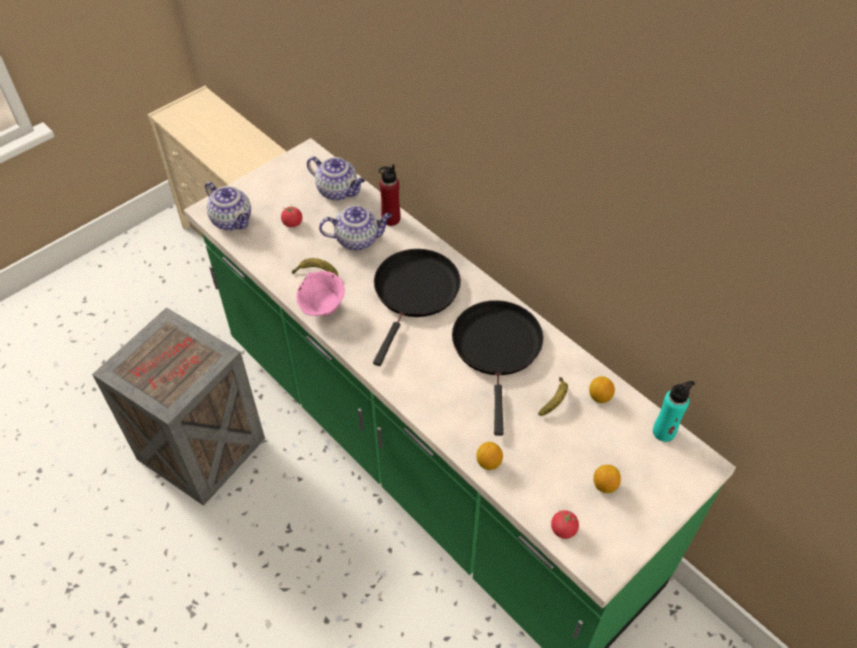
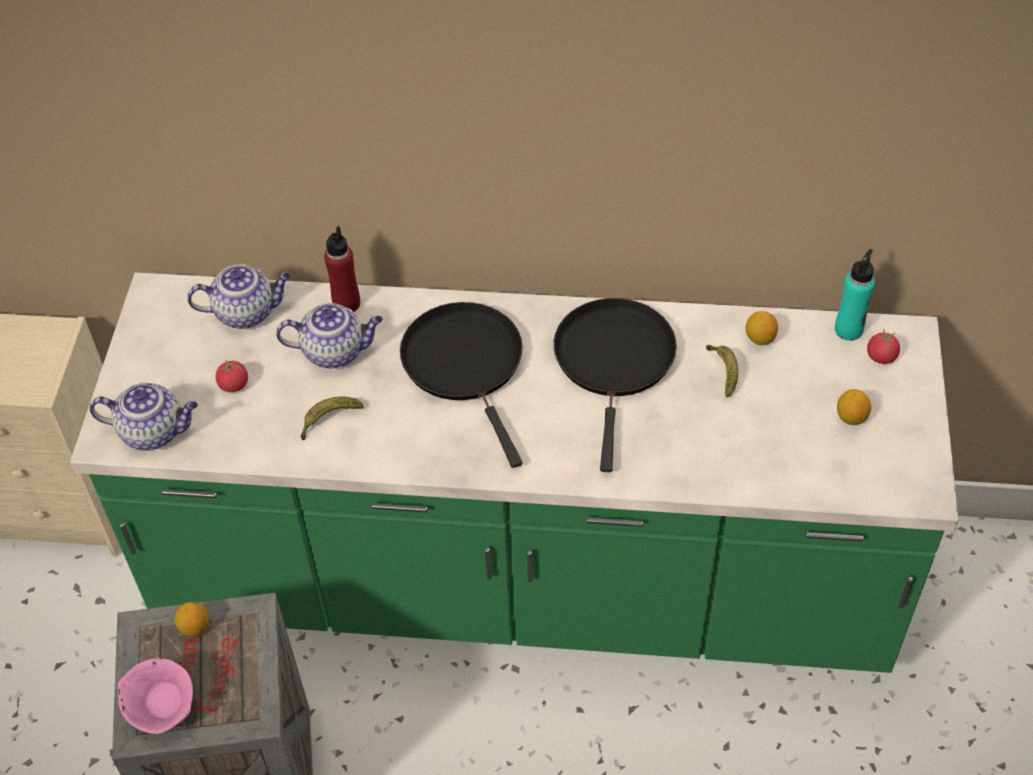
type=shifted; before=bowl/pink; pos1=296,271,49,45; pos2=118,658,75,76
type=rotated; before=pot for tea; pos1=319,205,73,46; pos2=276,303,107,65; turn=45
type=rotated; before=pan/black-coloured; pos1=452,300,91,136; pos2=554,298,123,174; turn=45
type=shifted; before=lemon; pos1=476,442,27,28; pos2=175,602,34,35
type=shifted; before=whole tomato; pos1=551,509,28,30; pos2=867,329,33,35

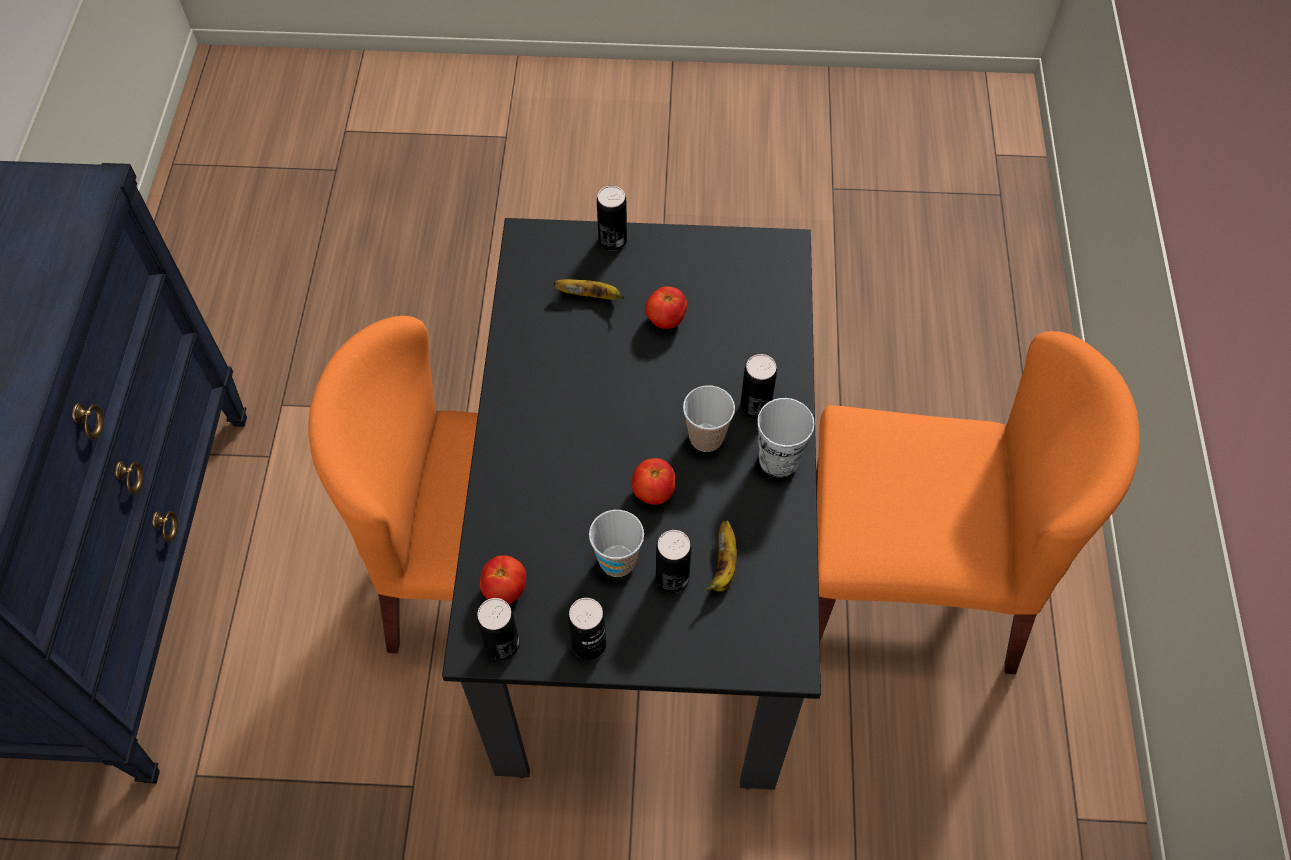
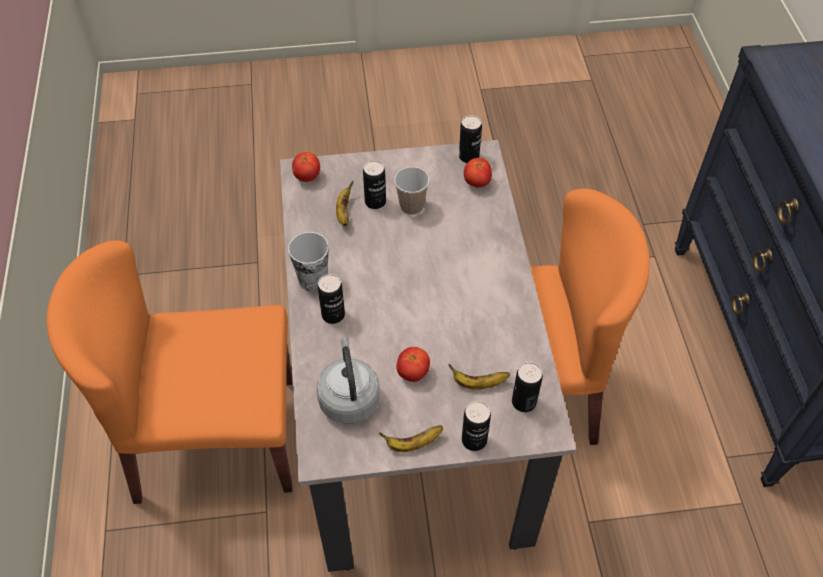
type=repainted; before=dining table/black-coloured; after=dining table/sand-coloured; pos1=442,218,379,572; pos2=280,140,297,432
type=shifted; before=can; pos1=568,598,38,62; pos2=512,362,31,50
type=shifted; before=whole tomato; pos1=632,458,43,47; pos2=292,152,28,30
type=gone; before=small cup; pos1=683,385,52,67
type=new; after=tea kettle/greyish; pos2=317,337,63,87
type=new; after=banana fruit; pos2=379,425,64,27

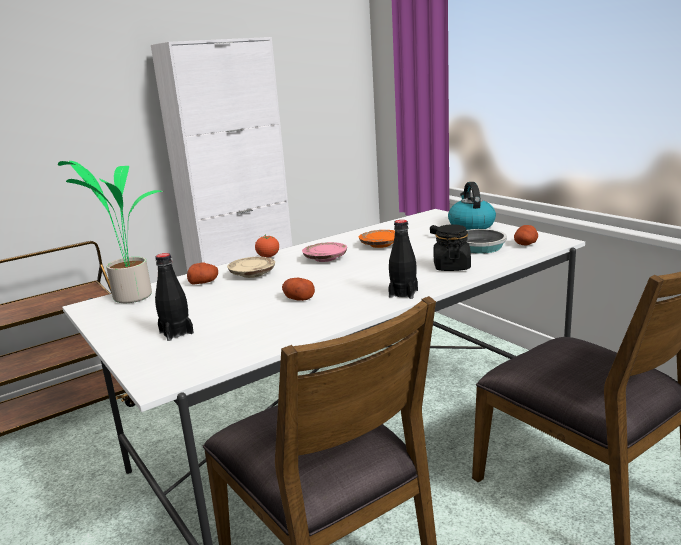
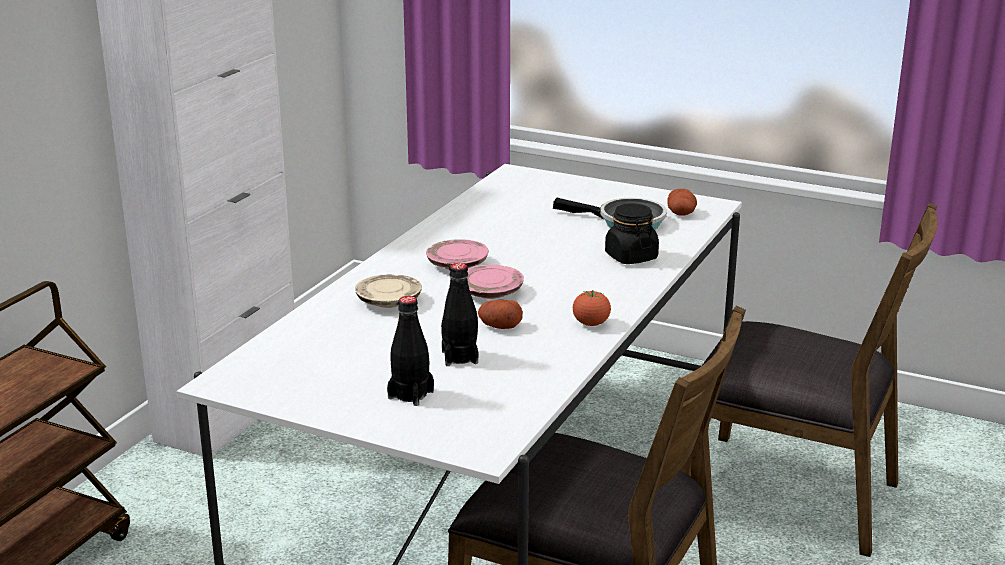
type=gone; before=plant in a pot; pos1=58,161,106,142
type=gone; before=spud; pos1=187,262,31,22
type=shifted; before=whole tomato; pos1=255,235,24,23; pos2=573,290,38,36
type=gone; before=flat dish/orange; pos1=359,230,36,18
type=shifted; before=bottle/black-coloured; pos1=388,220,30,79; pos2=441,263,37,103
type=gone; before=tea kettle; pos1=448,182,48,48
type=new; after=flat dish/pink; pos2=467,265,57,34

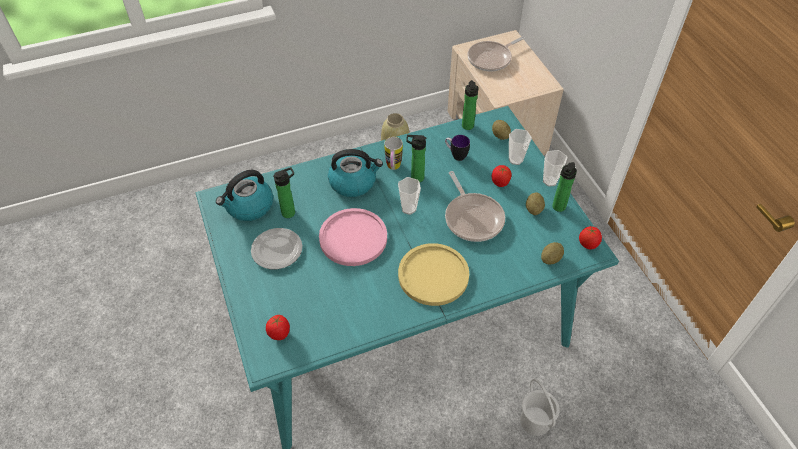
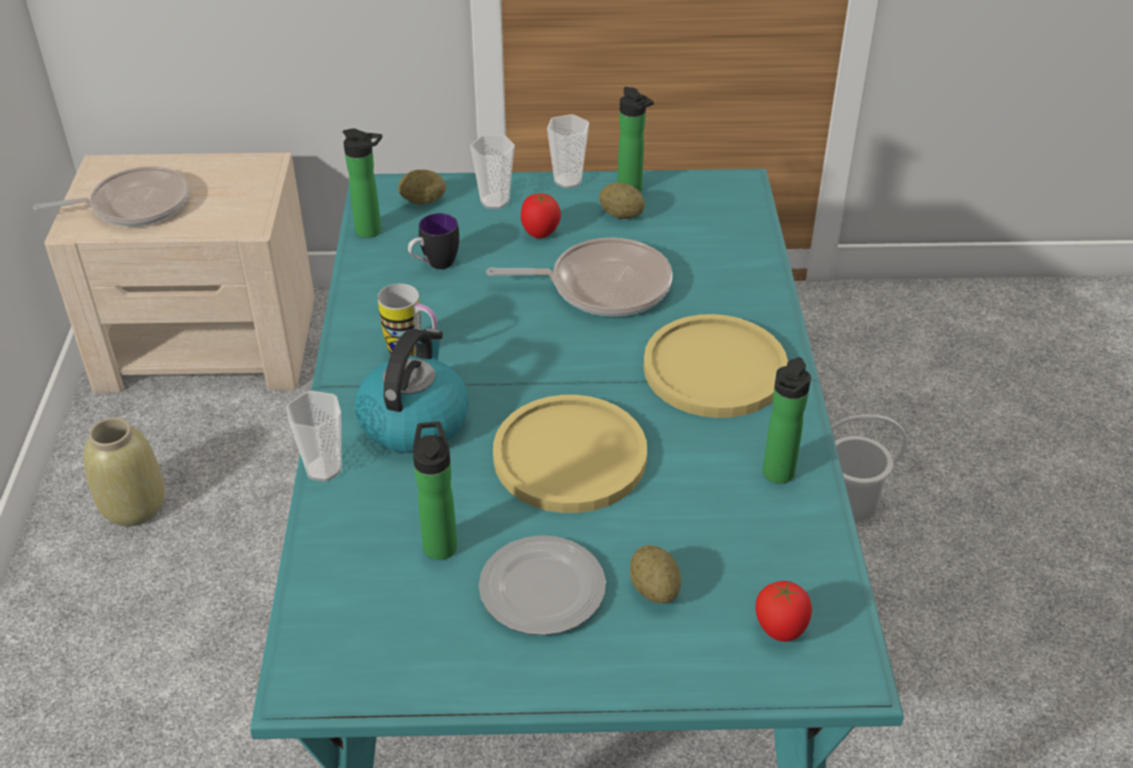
type=gone; before=tea kettle; pos1=216,170,57,51
type=repainted; before=flat dish/pink; after=flat dish/yellow-coloured; pos1=319,208,68,58; pos2=493,395,154,118
type=shifted; before=small cup; pos1=398,177,23,38; pos2=286,391,55,91
type=shifted; before=bottle; pos1=406,135,21,47; pos2=763,357,48,127
type=rotated; before=pan; pos1=467,36,58,36; pos2=33,166,156,60; turn=-90
type=shifted; before=spud; pos1=541,242,23,23; pos2=630,545,51,59
type=gone; before=whole tomato; pos1=579,226,23,23

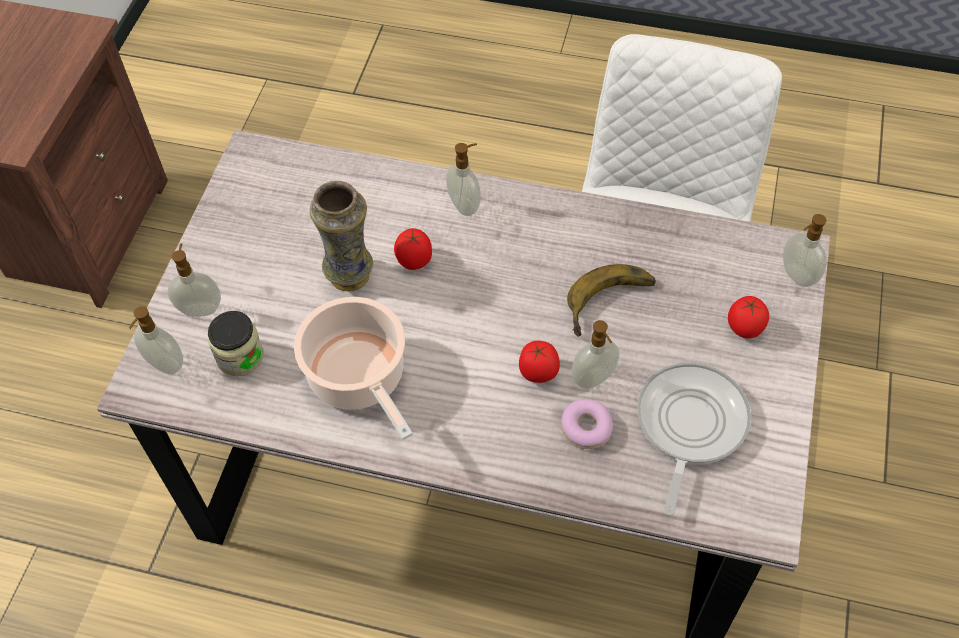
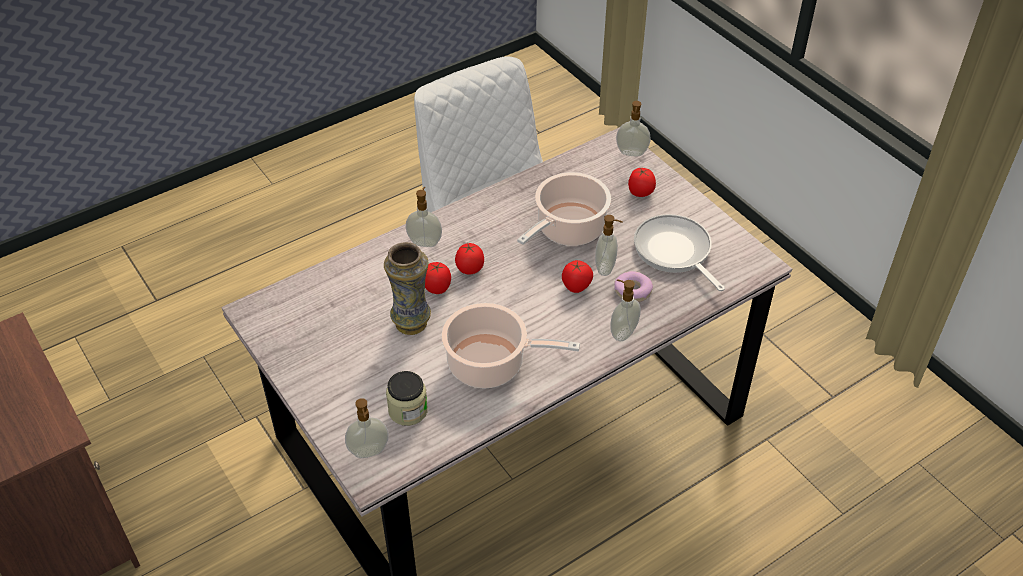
type=shifted; before=soap bottle; pos1=167,244,54,73; pos2=610,279,31,62
type=swapped; before=banana fruit; after=saucepot; pos1=567,264,89,73; pos2=517,172,94,74
type=new; after=whole tomato; pos2=455,242,29,32

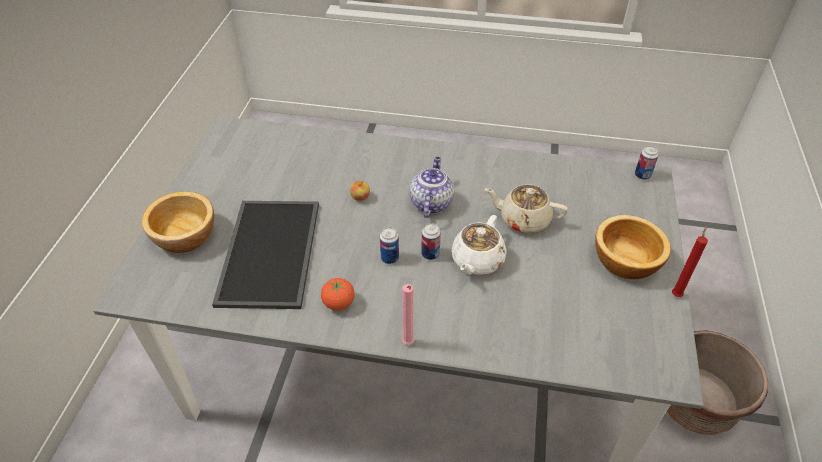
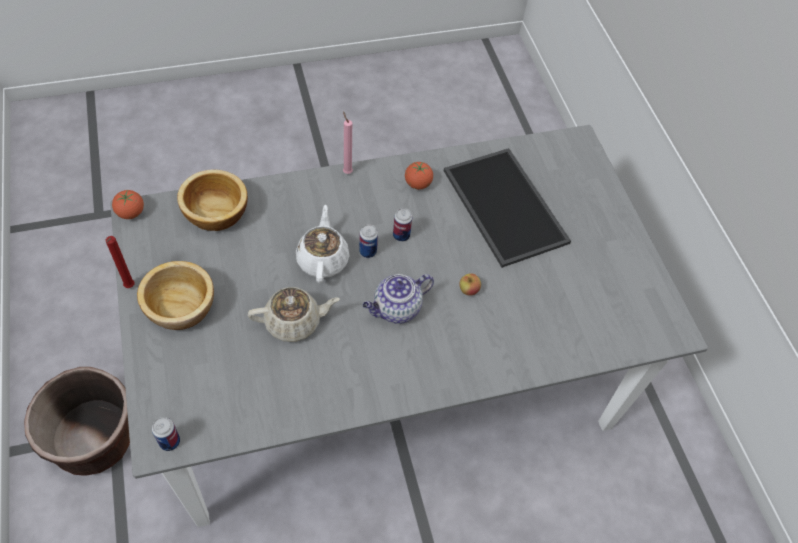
type=shifted; before=bowl; pos1=142,192,72,61; pos2=177,170,71,61
type=rotated; before=pot for tea; pos1=409,157,45,61; pos2=363,274,71,50; turn=75
type=new; after=whole tomato; pos2=112,190,32,29

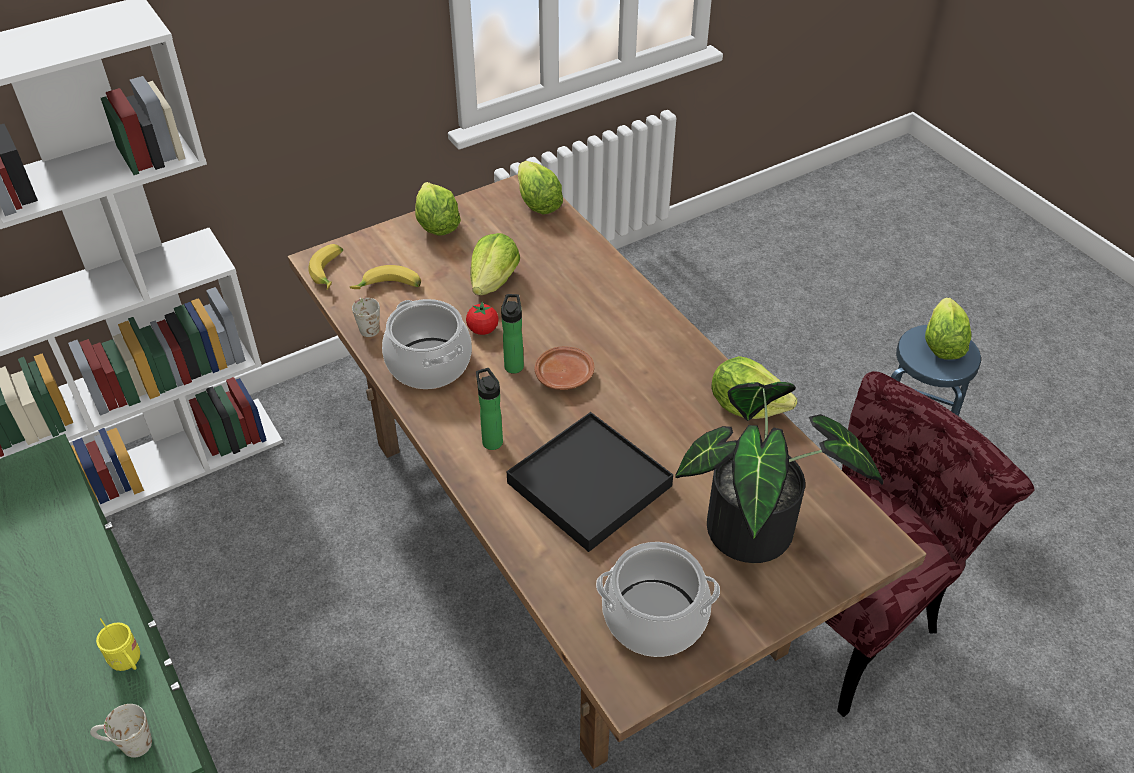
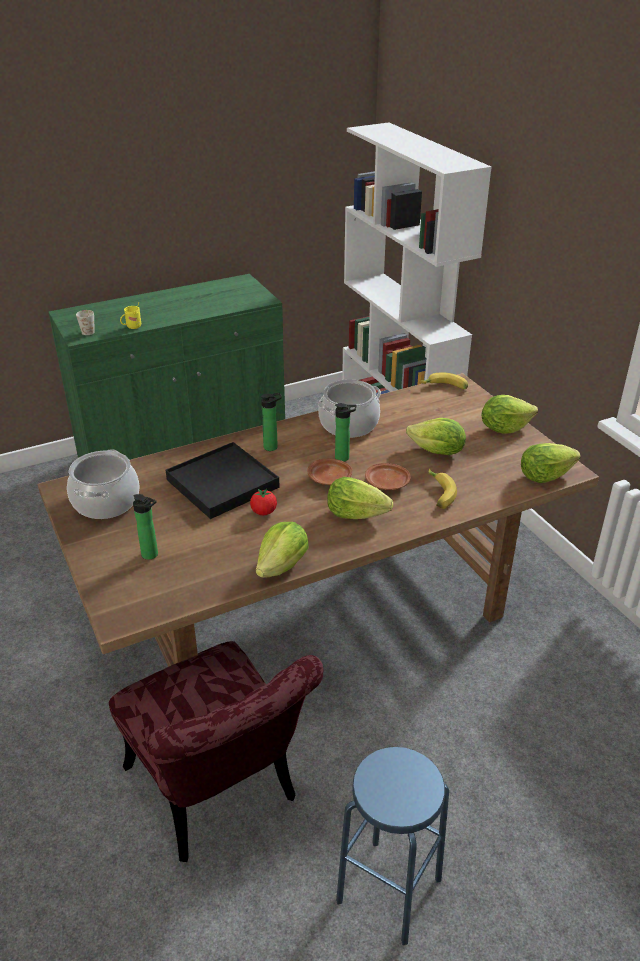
type=shifted; before=banana fruit; pos1=350,265,71,24; pos2=429,468,28,41
type=gone; before=tea mug/whitish; pos1=352,298,28,39
type=shifted; before=whole tomato; pos1=466,301,33,34; pos2=250,488,27,27
type=swapped; before=plant in a pot; after=bottle; pos1=675,382,208,181; pos2=133,494,25,66
type=shifted; before=head of lettuce; pos1=925,297,46,63; pos2=327,477,66,42
type=new; after=flat dish/brown; pos2=365,463,46,27

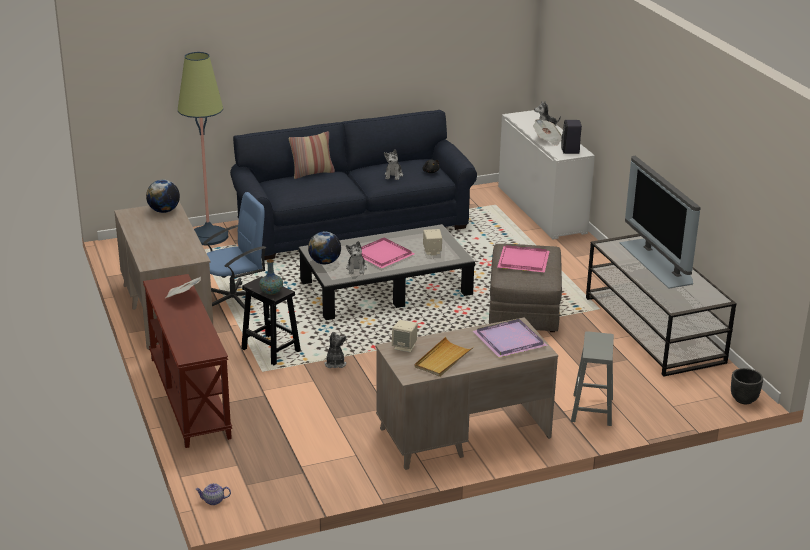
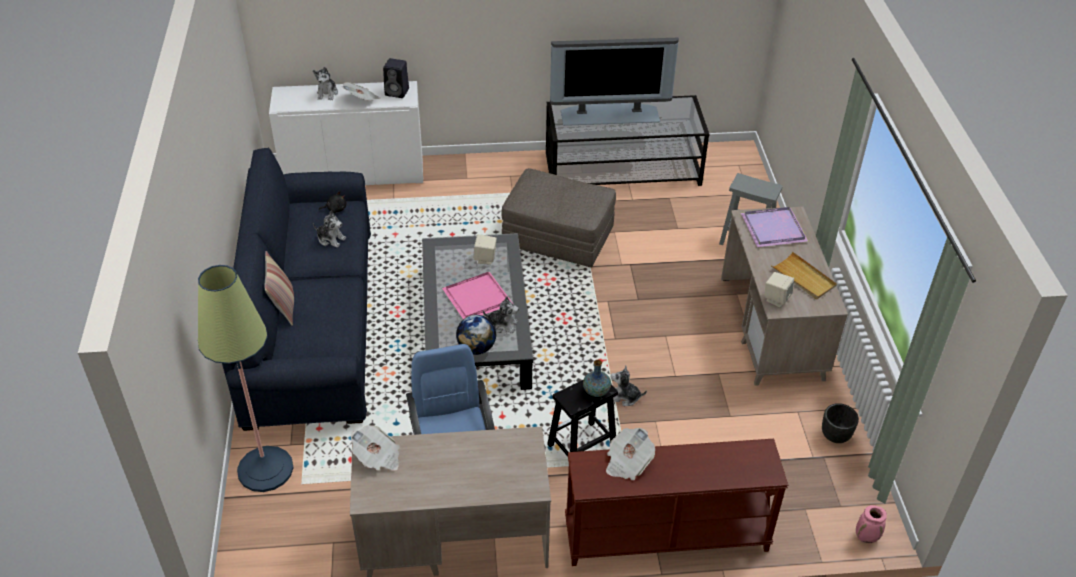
type=swapped; before=globe; after=printed paper; pos1=146,180,34,33; pos2=351,425,49,46
type=swapped; before=pot for tea; after=decorative vase/pink; pos1=195,483,36,22; pos2=856,505,31,38
type=gone; before=tray/pink; pos1=497,245,53,28
type=shifted; before=flower pot/black-coloured; pos1=731,368,32,36; pos2=822,403,37,40

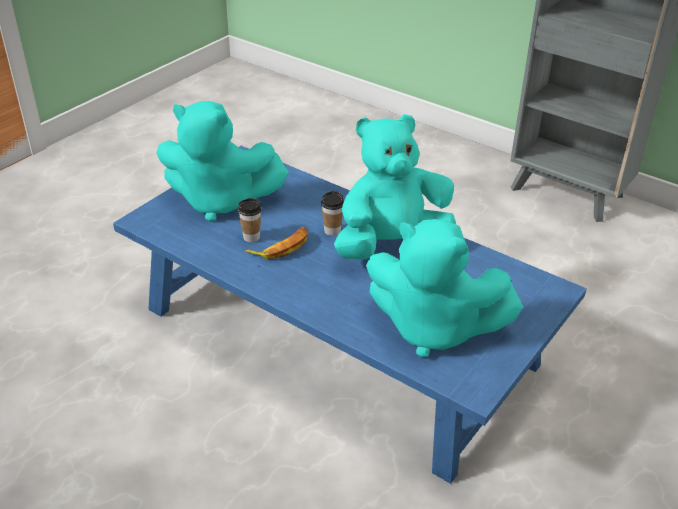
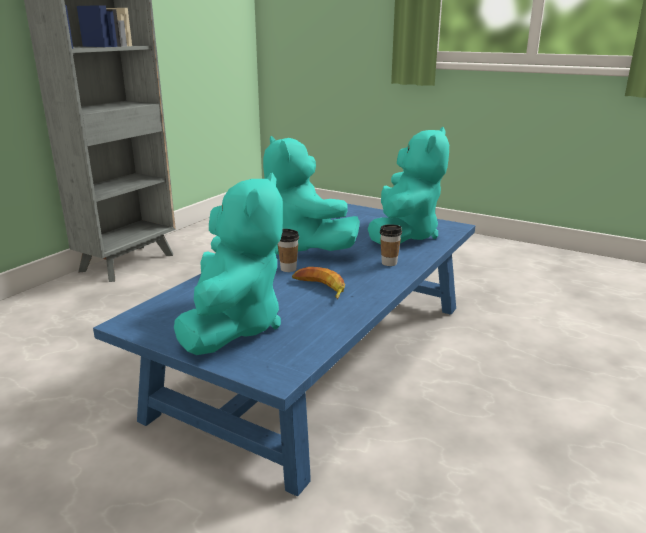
type=shifted; before=small cup; pos1=238,198,24,44; pos2=380,225,22,41

